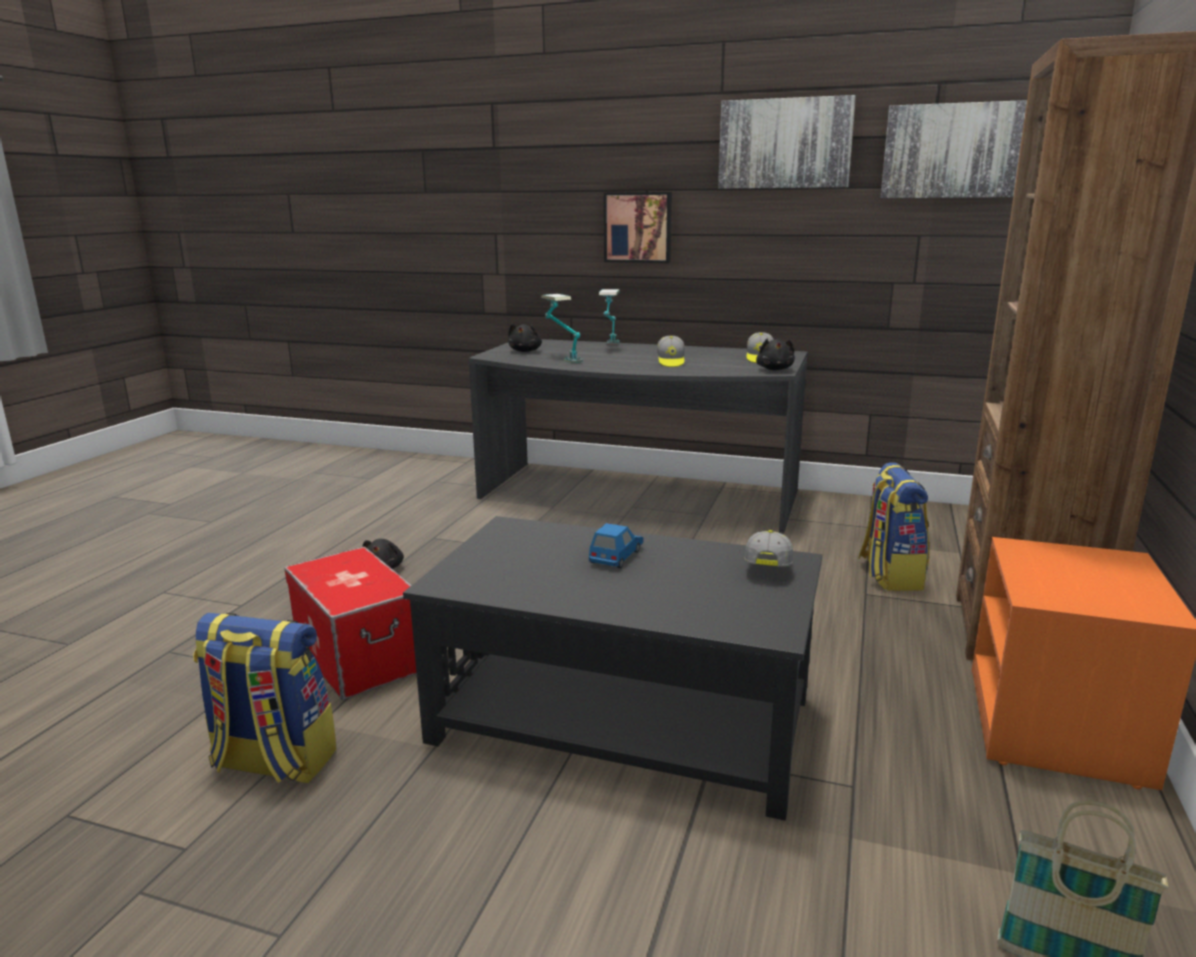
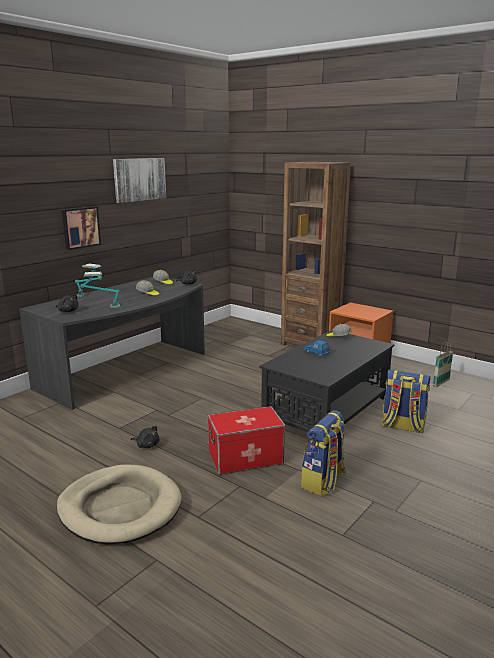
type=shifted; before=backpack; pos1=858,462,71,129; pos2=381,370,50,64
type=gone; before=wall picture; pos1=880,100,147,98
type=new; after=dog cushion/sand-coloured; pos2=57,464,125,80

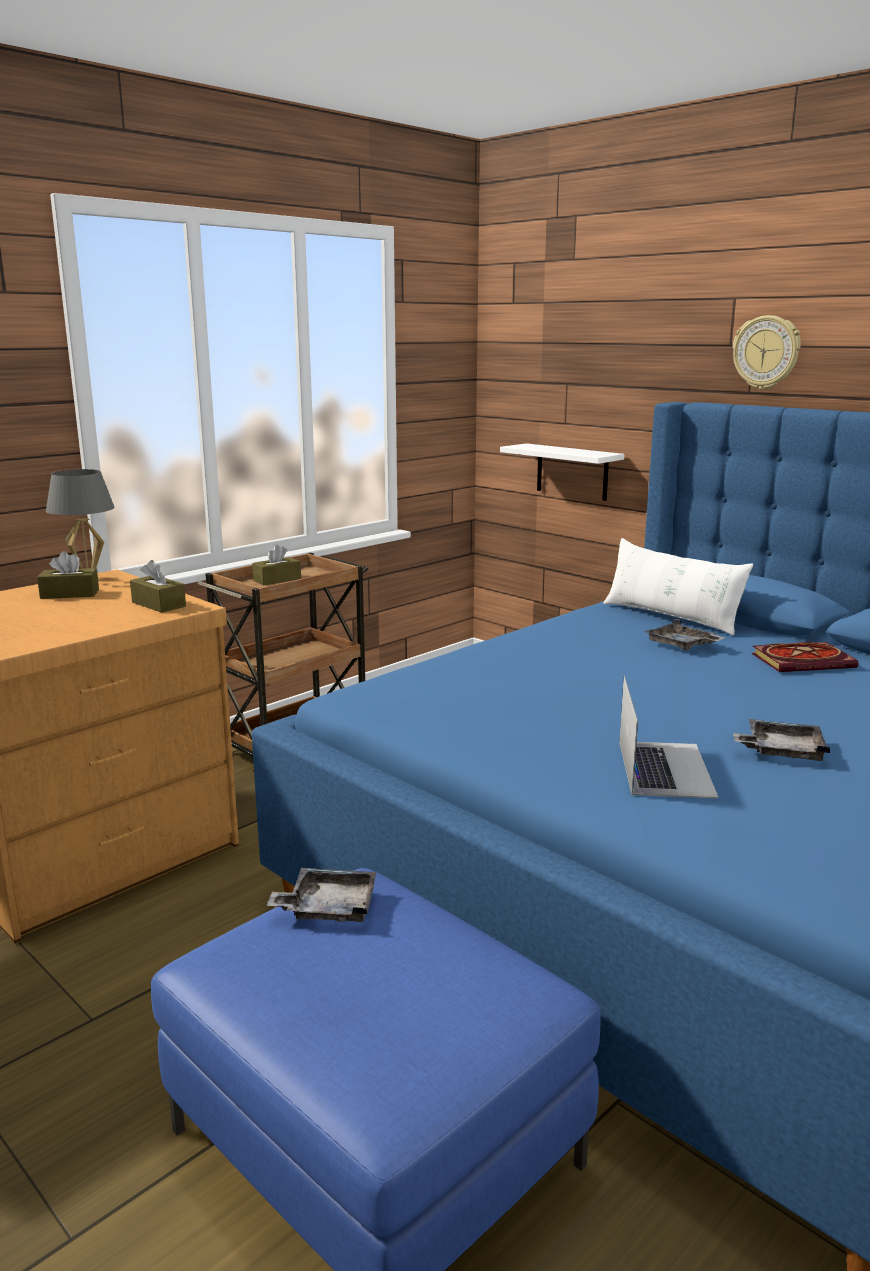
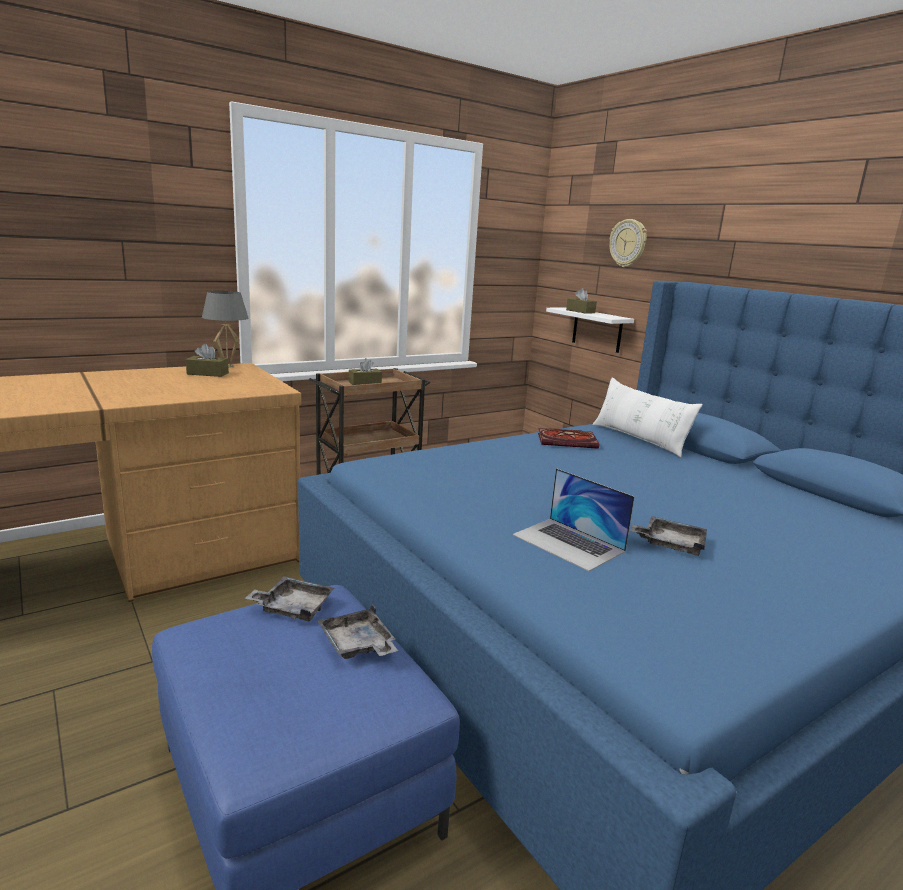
type=shifted; before=tissue box/brown; pos1=130,560,56,53; pos2=566,288,31,26
type=rotated; before=portable computer; pos1=619,676,100,123; pos2=512,468,123,103; turn=120
type=shifted; before=tray/greyish; pos1=645,619,80,31; pos2=318,604,80,55
type=shifted; before=hanging clock; pos1=733,315,68,75; pos2=609,219,38,48
type=shifted; before=bound book; pos1=752,642,107,30; pos2=538,428,61,21

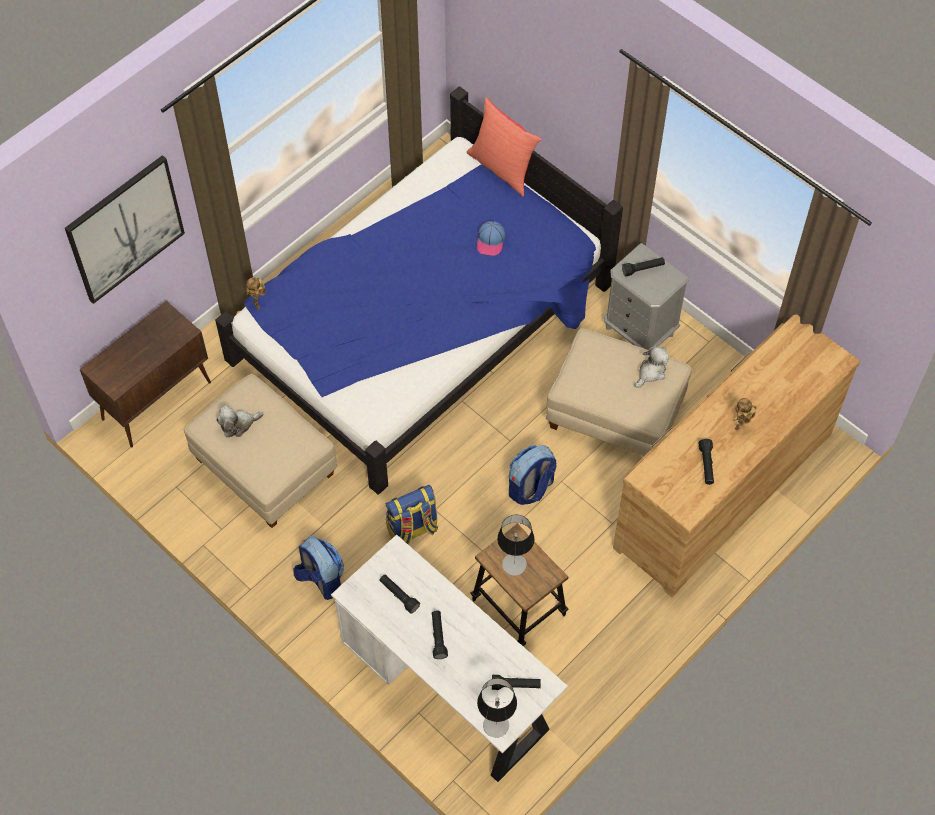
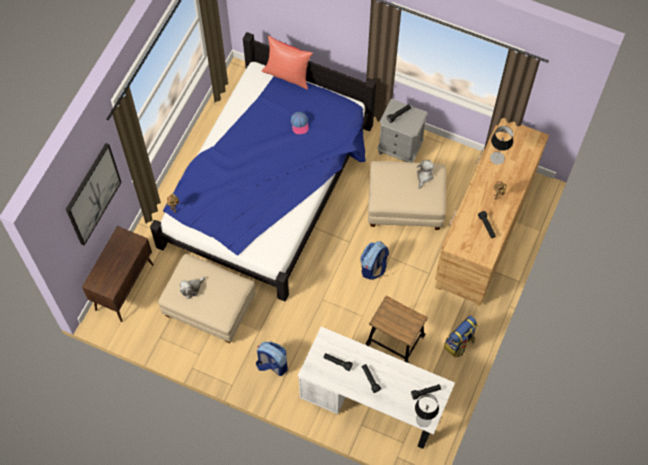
type=shifted; before=backpack; pos1=386,485,52,60; pos2=444,316,34,41
type=shifted; before=lamp for a table; pos1=497,515,37,60; pos2=490,126,23,39

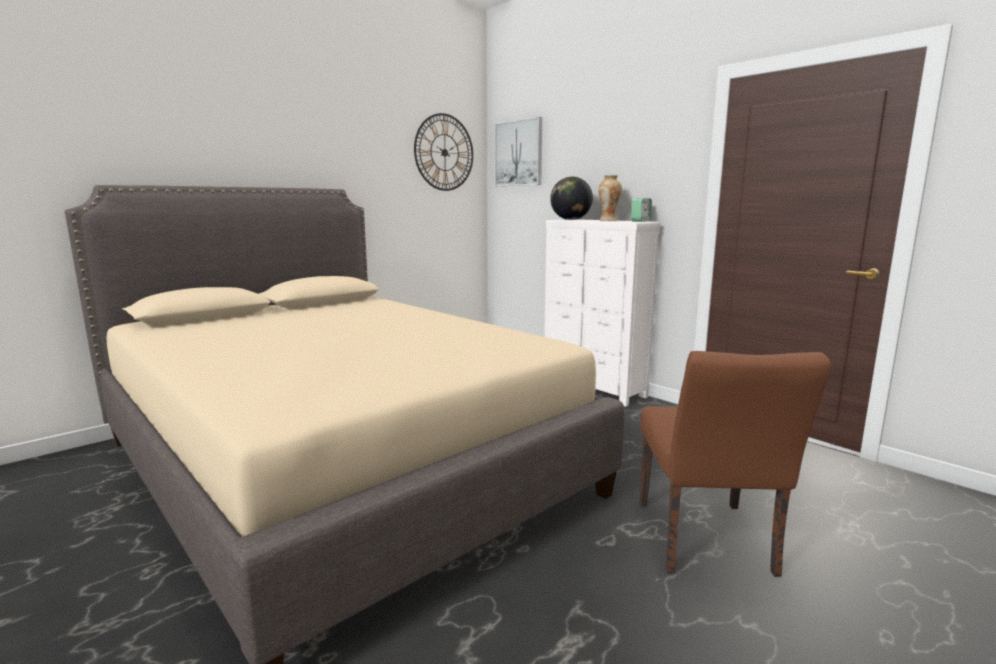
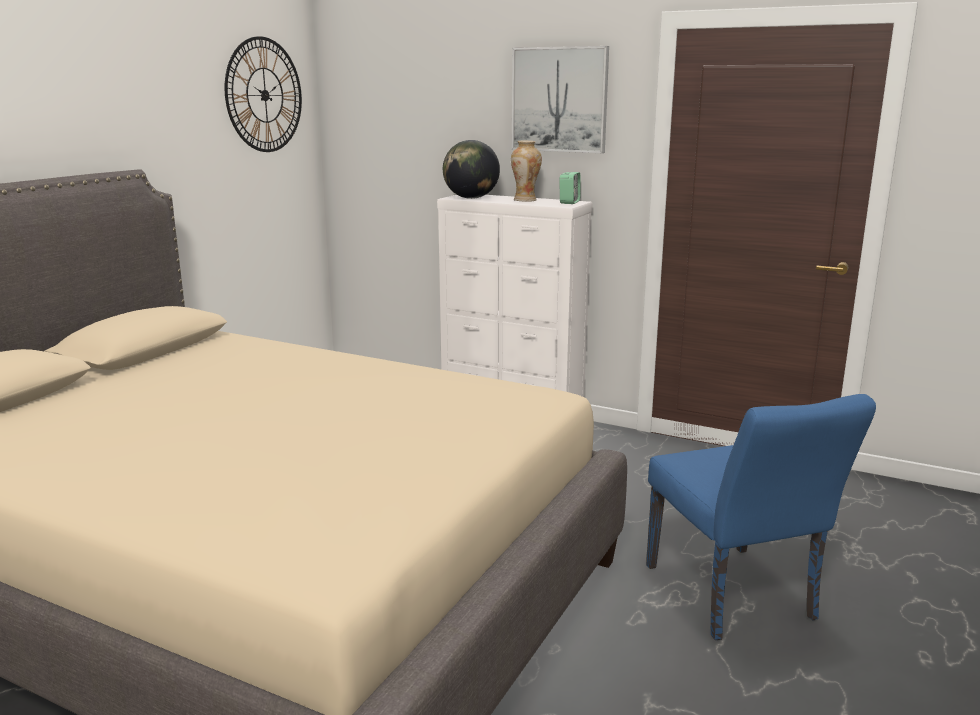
type=shifted; before=wall picture; pos1=495,117,47,69; pos2=511,46,98,107
type=repainted; before=plain chair/brown; after=plain chair/blue; pos1=639,351,192,226; pos2=646,394,230,246

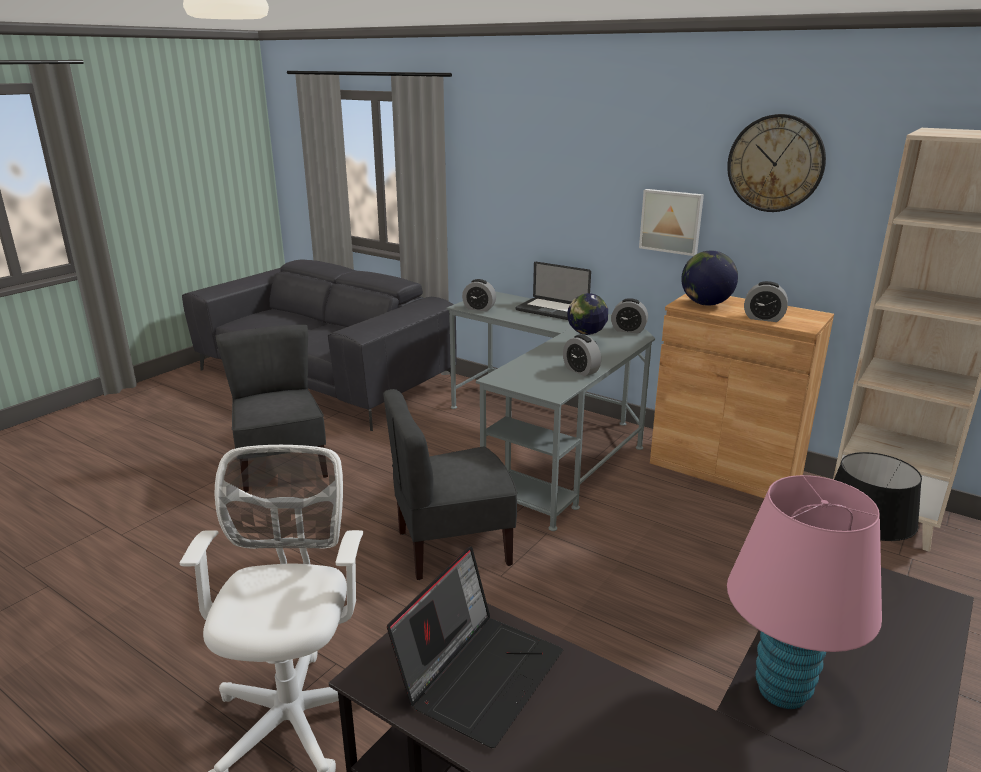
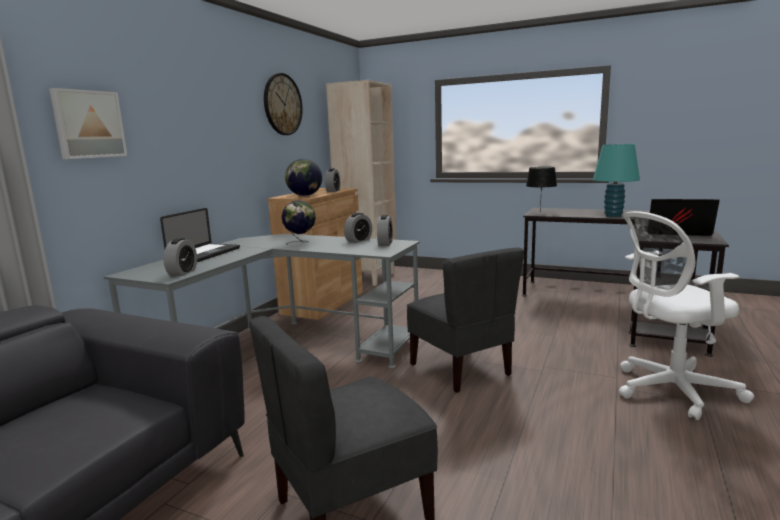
type=shifted; before=table clock; pos1=611,298,37,36; pos2=377,215,16,31
type=shifted; before=wall picture; pos1=639,189,65,67; pos2=49,88,78,71
type=repainted; before=lamp for a table/pink; after=lamp for a table/blue-green; pos1=727,475,155,234; pos2=593,144,47,73

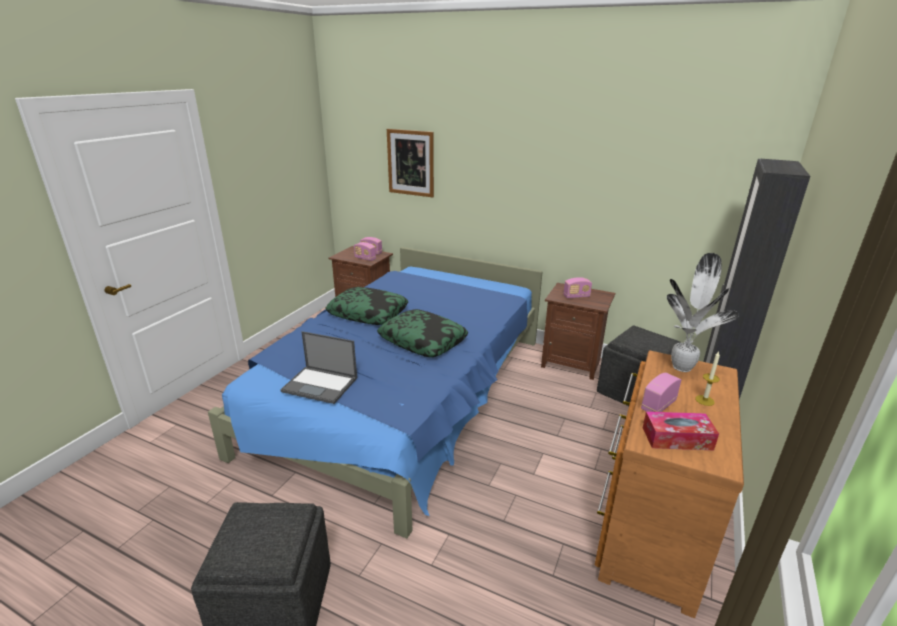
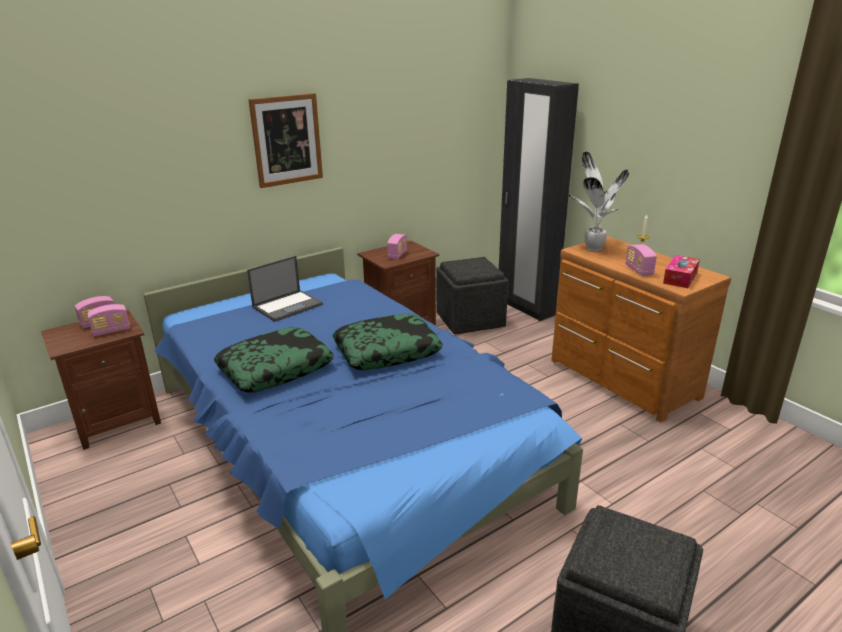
type=shifted; before=portable computer; pos1=280,331,77,73; pos2=247,256,76,66
type=shifted; before=wall picture; pos1=387,129,47,68; pos2=248,93,75,95

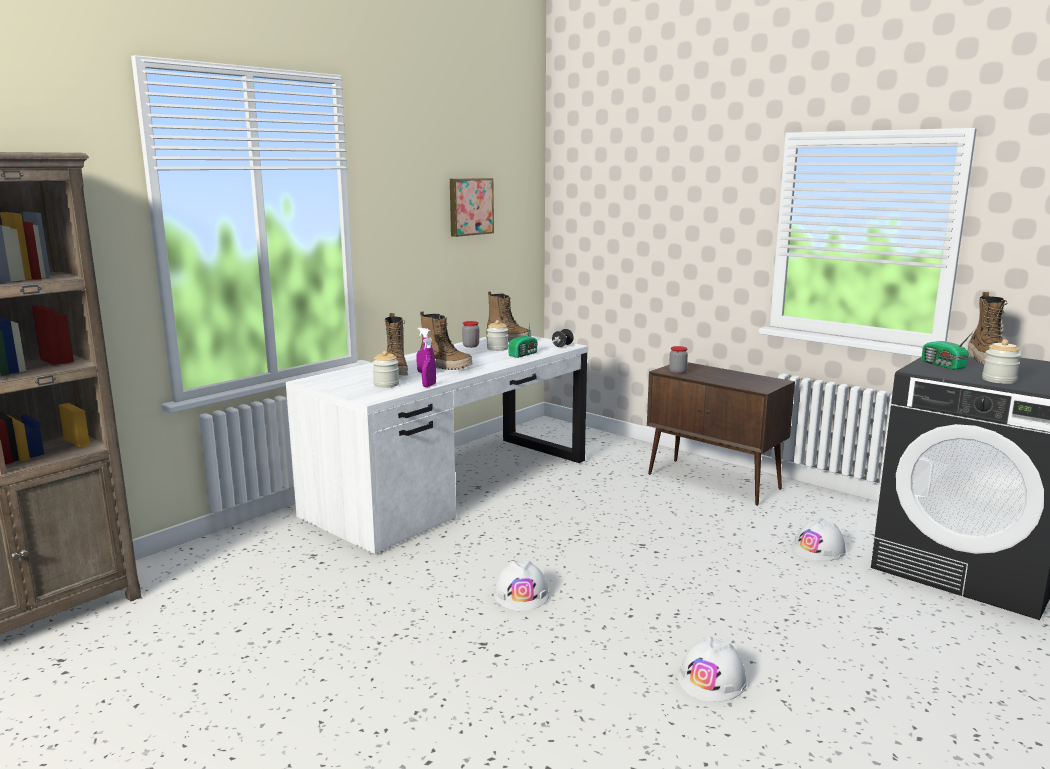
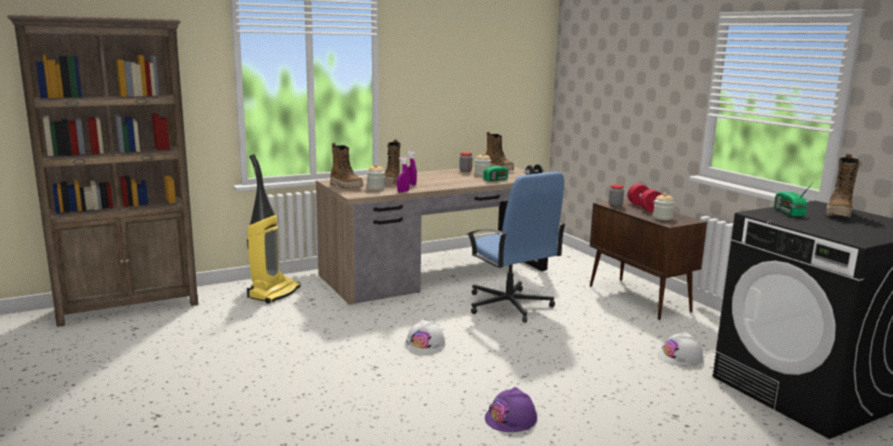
type=repainted; before=desk/whitish; after=desk/brown; pos1=286,336,302,218; pos2=316,167,232,138
type=shifted; before=boot; pos1=420,311,53,59; pos2=330,143,33,46
type=gone; before=wall picture; pos1=450,178,44,59
type=repainted; before=hard hat/whitish; after=hard hat/purple-coloured; pos1=677,637,70,65; pos2=485,387,52,45
type=shifted; before=preserve jar; pos1=982,339,39,45; pos2=653,193,22,27
type=new; after=hoover; pos2=247,154,54,150
type=new; after=desk chair/blue; pos2=467,172,99,150
type=new; after=dumbbell/reddish; pos2=628,184,34,28

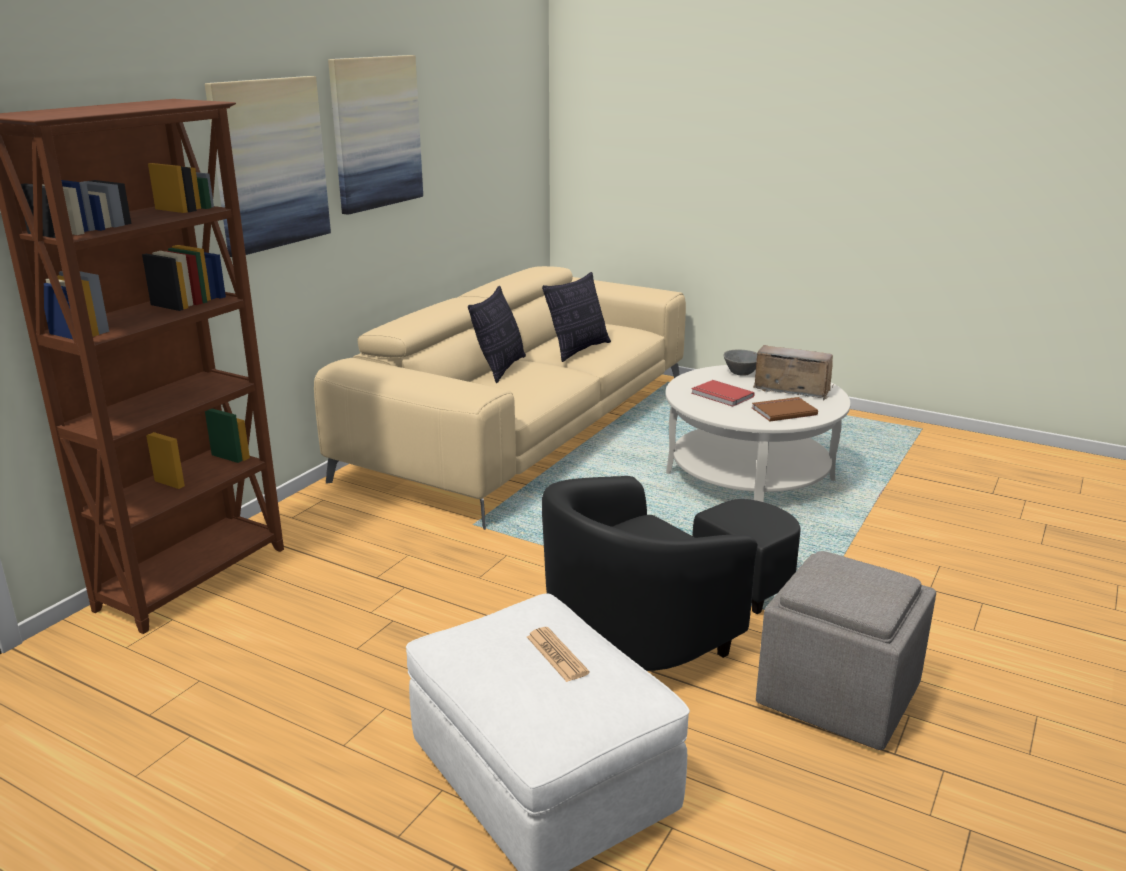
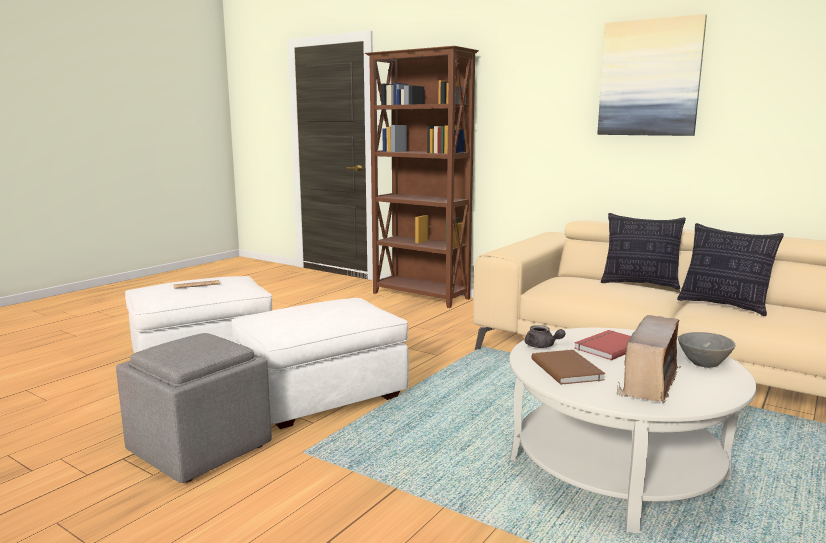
type=gone; before=wall picture; pos1=205,76,126,181
type=swapped; before=armchair/black-coloured; after=ottoman/whitish; pos1=542,476,258,195; pos2=231,298,178,131
type=new; after=pot for tea/greyish; pos2=525,325,41,23

